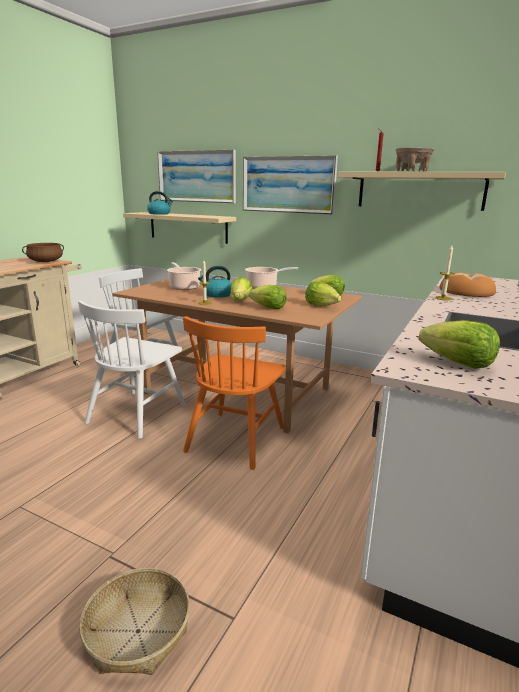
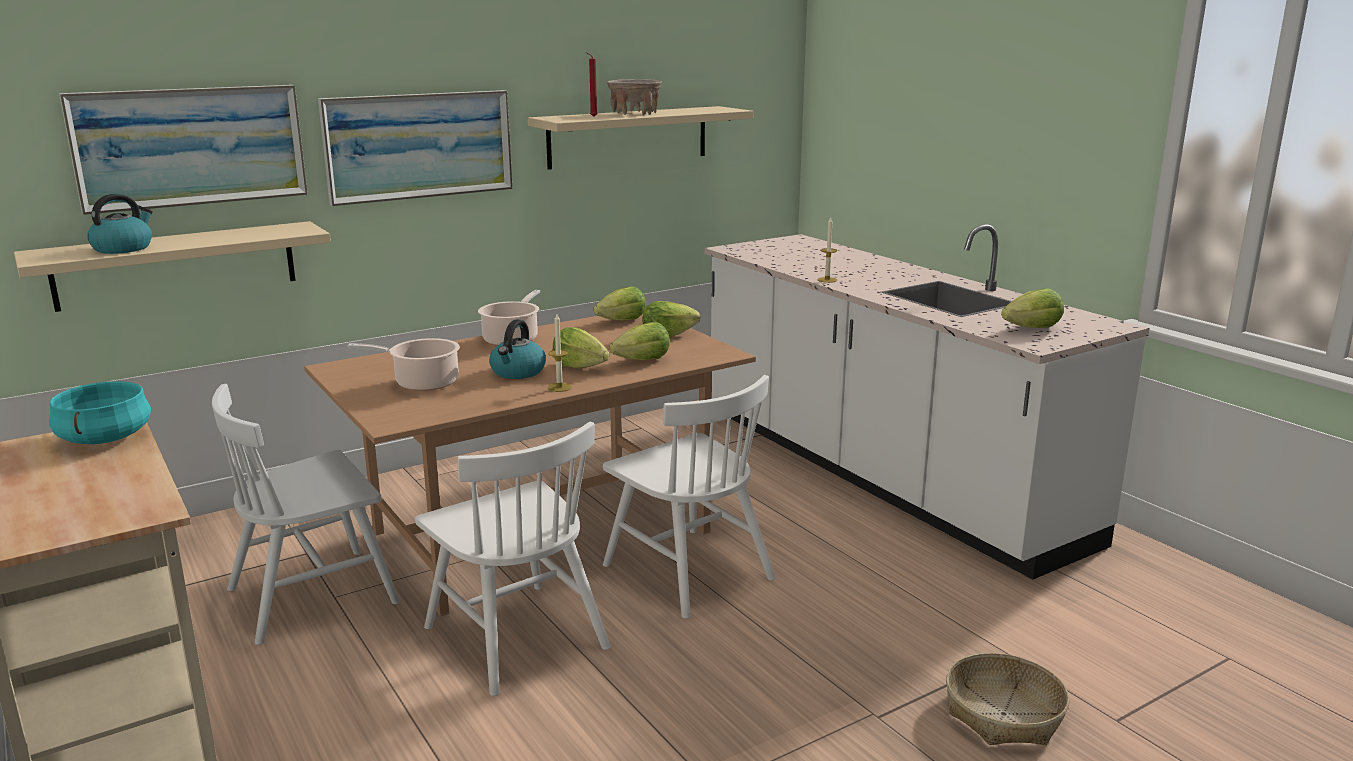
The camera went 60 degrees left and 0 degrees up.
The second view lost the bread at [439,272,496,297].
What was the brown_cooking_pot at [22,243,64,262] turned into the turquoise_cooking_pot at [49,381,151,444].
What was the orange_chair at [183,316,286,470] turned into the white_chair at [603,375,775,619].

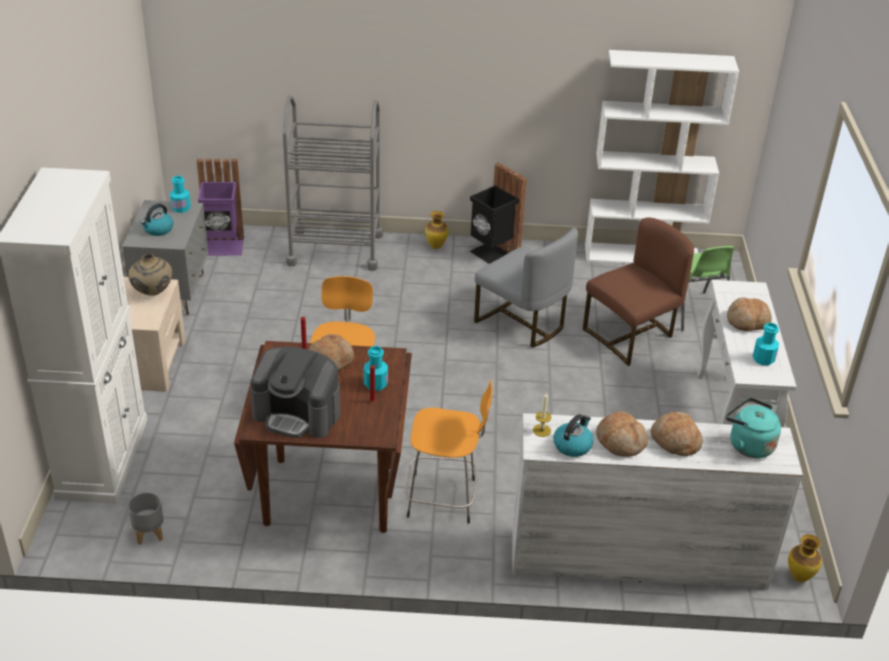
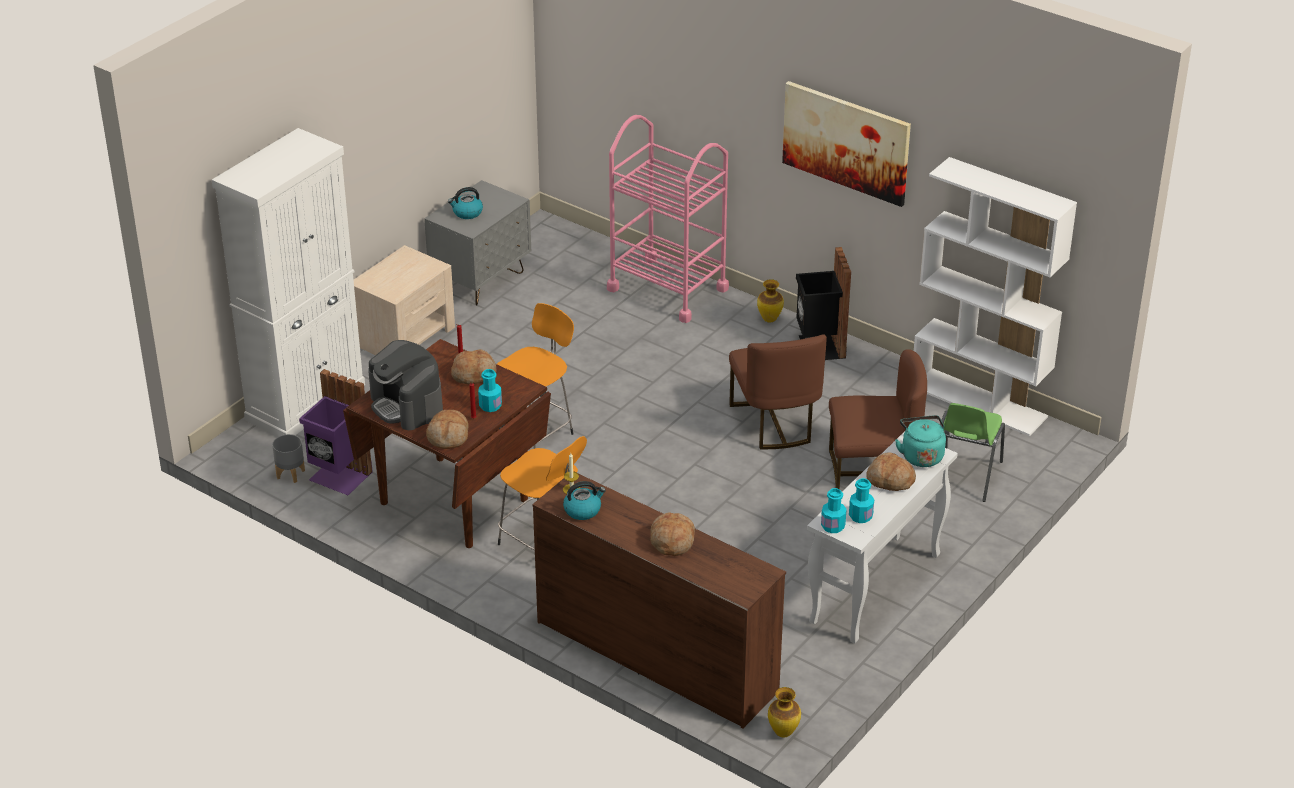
The camera went 35 degrees right and 0 degrees up.
The second view lost the beige_vase at [128,254,172,296].
The second view gained the picture at [782,81,911,207].
The turquoise_bottle ended up elsewhere, having gone from [170,176,191,213] to [821,488,847,533].
The purple_trash_can ended up elsewhere, having gone from [197,159,244,256] to [299,369,373,495].
The bread ended up elsewhere, having gone from [596,411,648,457] to [426,410,469,449].
The turquoise_kettle ended up elsewhere, having gone from [726,398,781,458] to [895,415,946,467].
What was the grey_cart at [283,96,383,271] turned into the pink_cart at [607,115,729,323].
What was the grey_chair at [474,228,578,348] turned into the brown_chair at [729,334,827,449].
What was the white_dresser at [513,413,803,590] turned into the brown_dresser at [532,471,786,729].

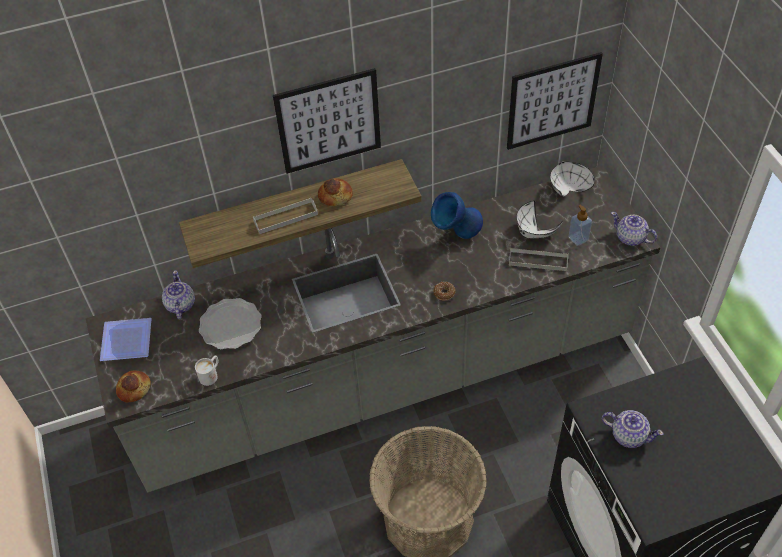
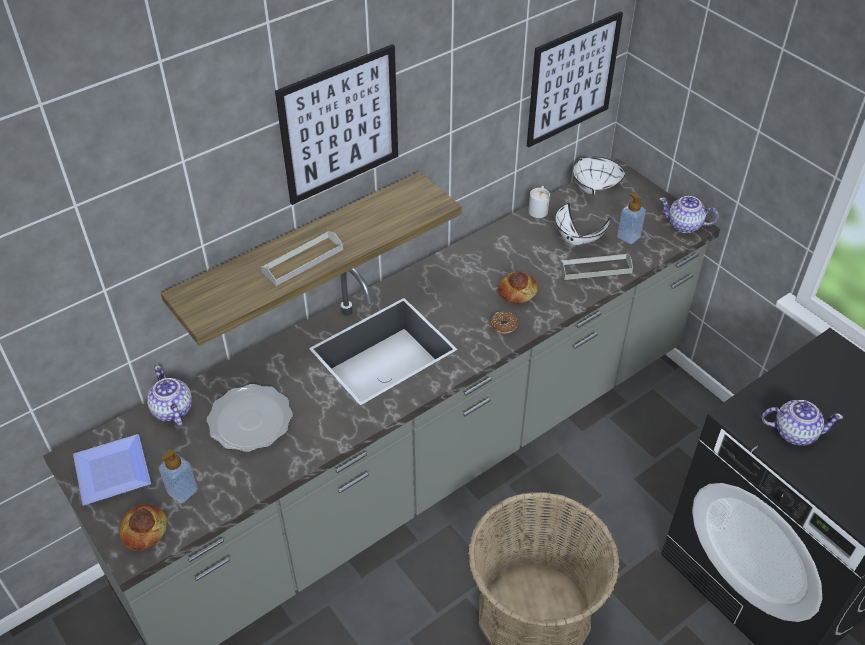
The camera went 20 degrees left and 5 degrees down.
The second view lost the blue_vase at [431,192,483,239].
The second view gained the soap_dispenser at [159,450,198,503].
The white_mug ended up elsewhere, having gone from [195,355,218,386] to [528,186,550,218].
The bread ended up elsewhere, having gone from [318,178,353,206] to [498,271,538,303].

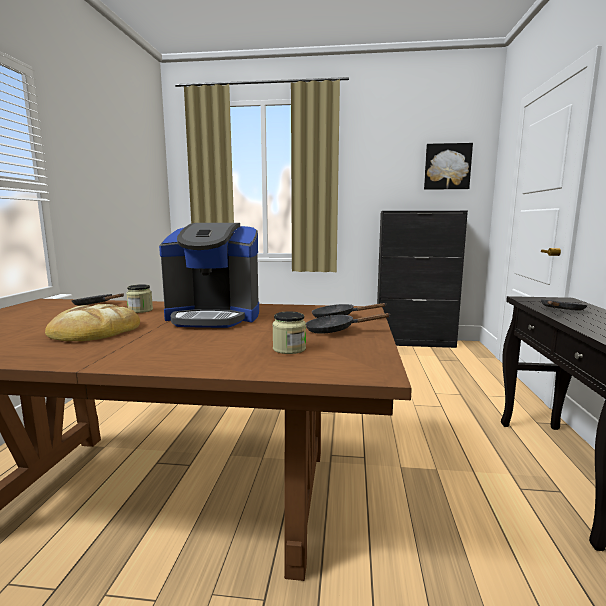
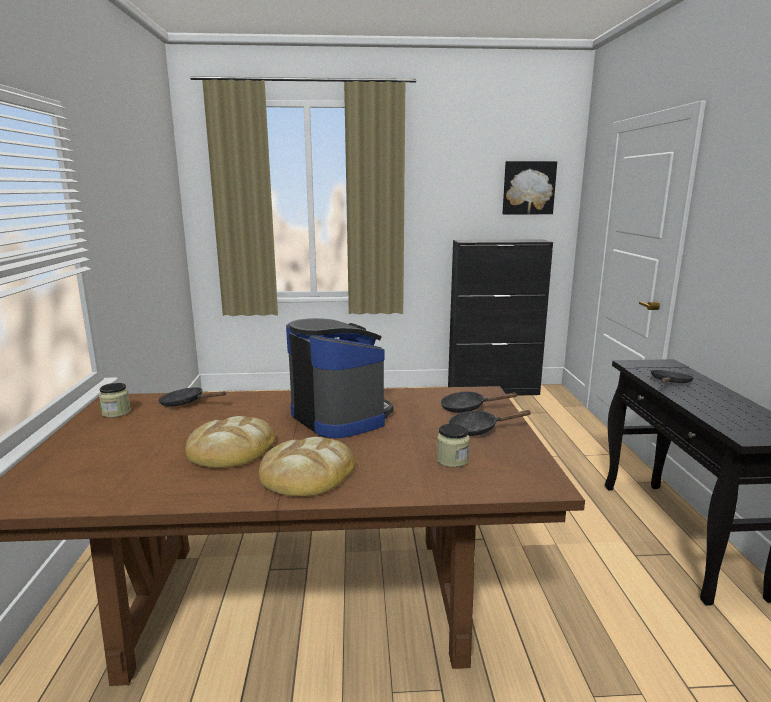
The camera went 10 degrees left and 5 degrees up.
The second view gained the bread at [259,437,355,497].
The jar ended up elsewhere, having gone from [126,284,153,313] to [99,383,131,418].
The coffee_machine at [159,223,259,328] ended up facing another way, 120 degrees counterclockwise from before.

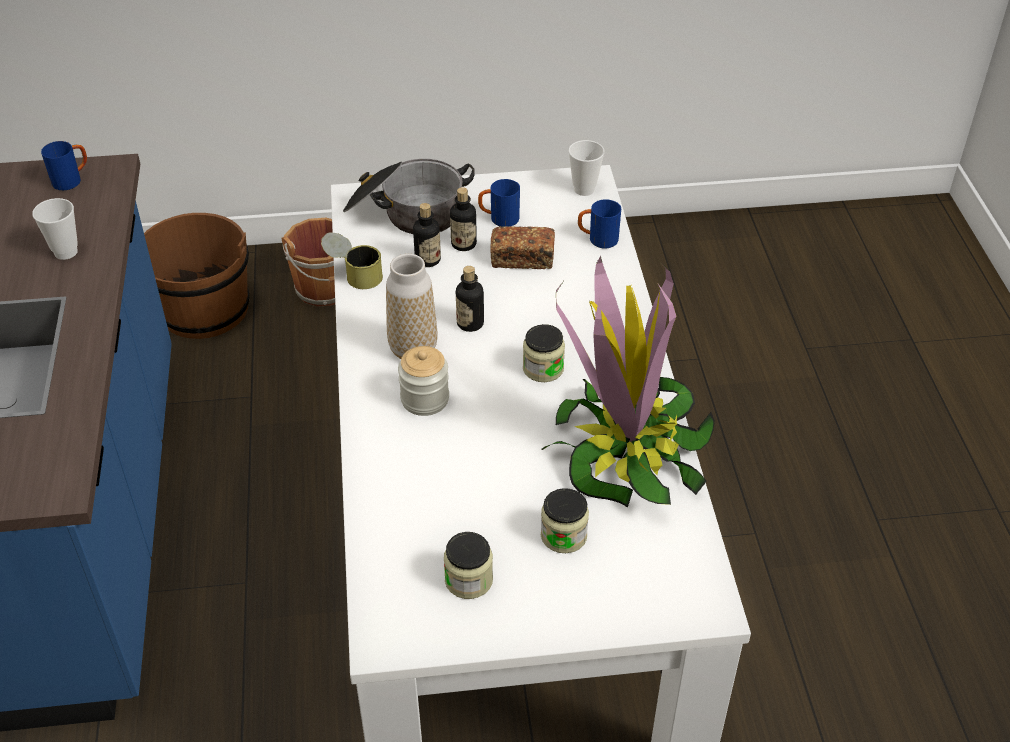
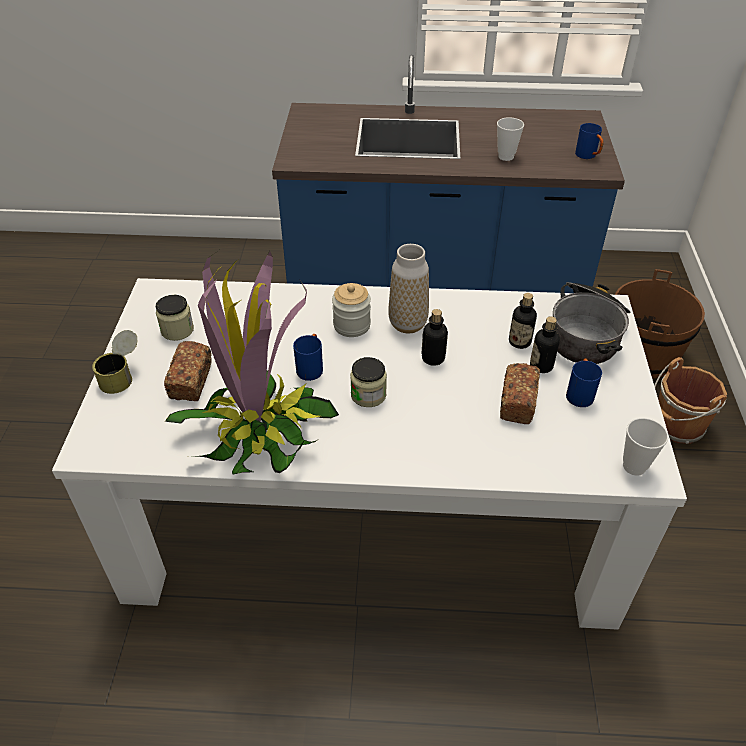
The camera went 100 degrees right and 0 degrees up.
The can ended up elsewhere, having gone from [321,232,383,289] to [92,330,138,394].
The blue_mug ended up elsewhere, having gone from [578,199,621,249] to [293,334,323,381].
Where the jar stood at [541,488,589,553], the bread came to stand at [164,341,212,401].

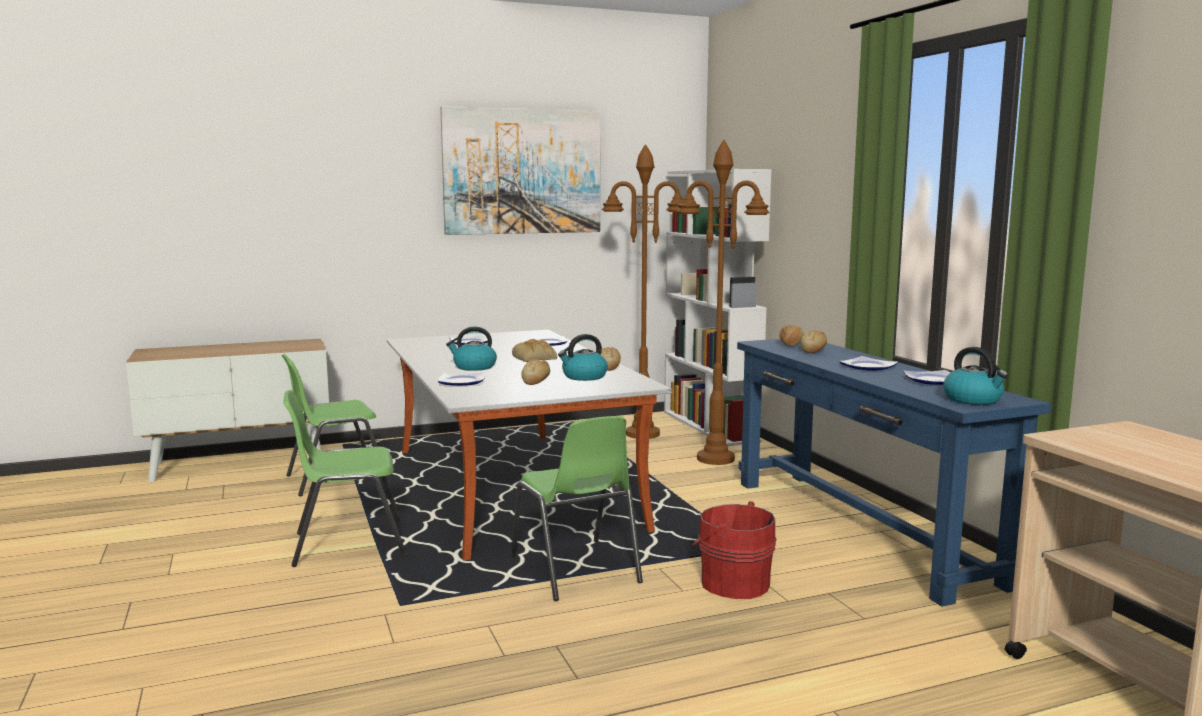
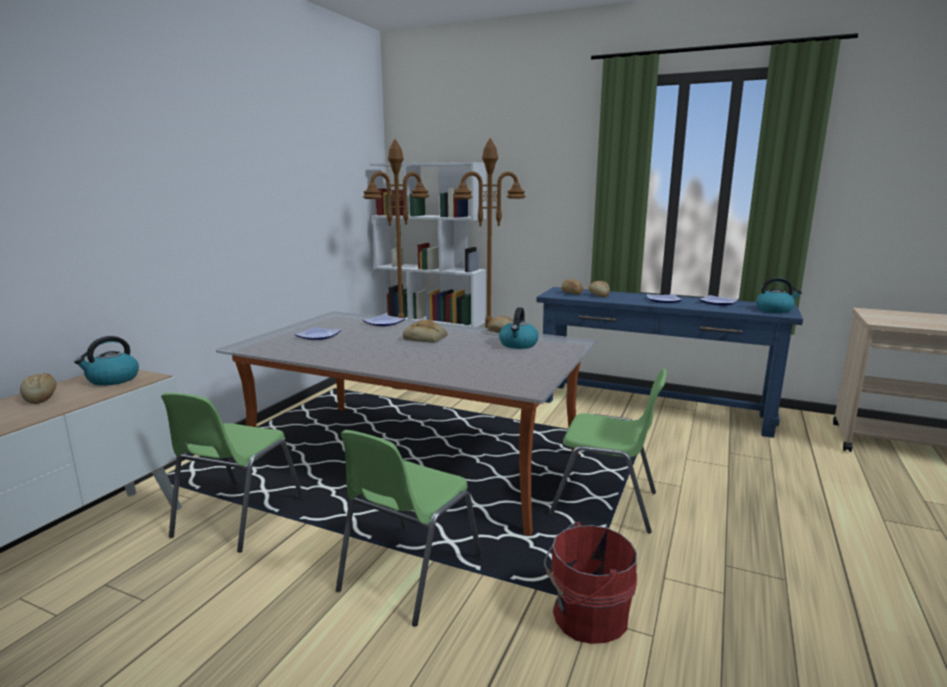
The camera went 45 degrees left and 5 degrees up.
The second view lost the plate at [438,372,485,386].
The second view lost the picture at [440,106,600,235].
The kettle ended up elsewhere, having gone from [446,327,497,371] to [74,336,139,386].
The bread ended up elsewhere, having gone from [521,360,550,385] to [20,373,57,404].
The red_bucket ended up elsewhere, having gone from [692,501,777,599] to [544,522,637,644].

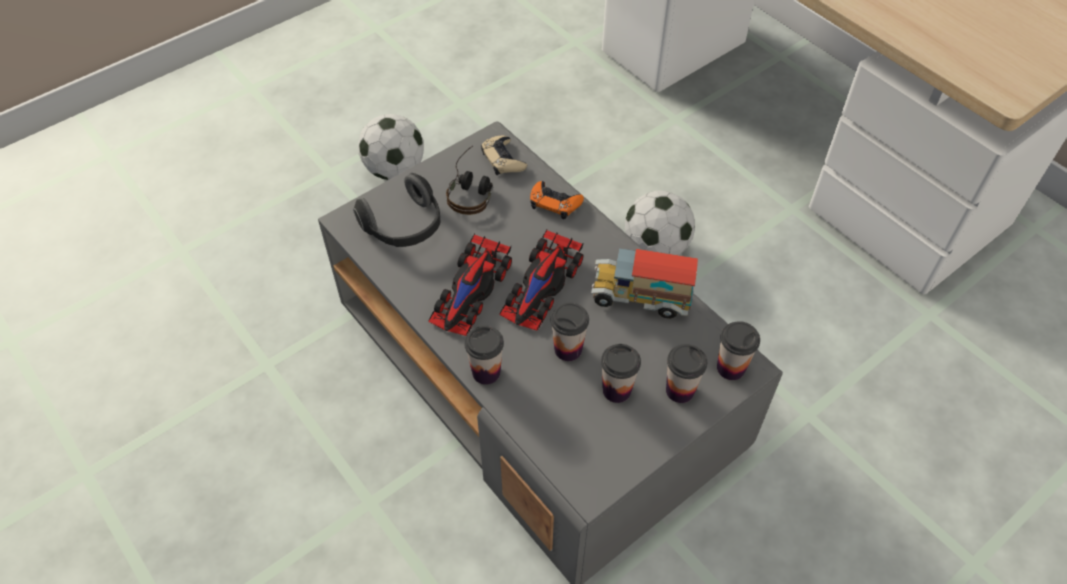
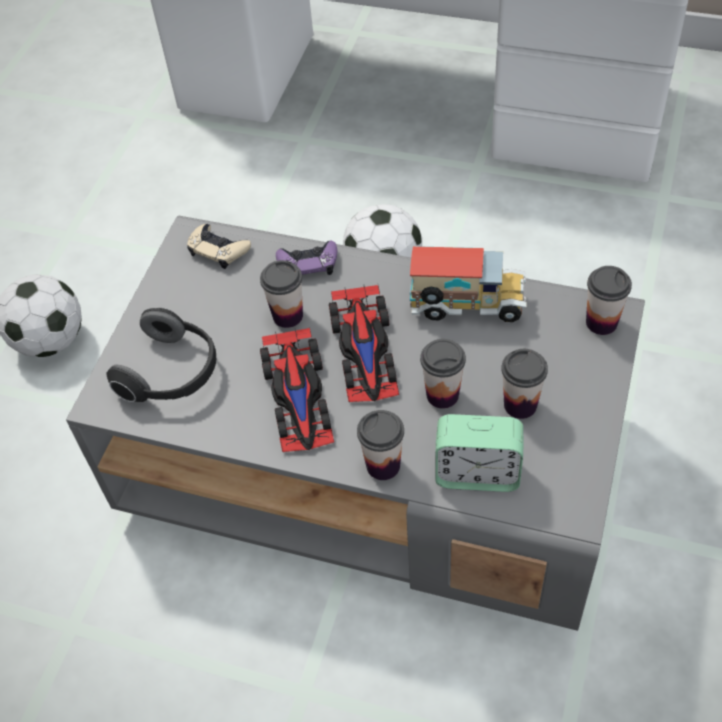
The camera went 30 degrees left and 0 degrees up.
The second view lost the headphones at [446,146,493,215].
The second view gained the alarm_clock at [435,414,524,492].
The cup ended up elsewhere, having gone from [666,344,707,403] to [260,260,303,328].
What was the orange_game_controller at [530,181,584,219] turned into the purple_game_controller at [276,240,337,275].
The toy_truck at [591,248,698,319] ended up facing another way, 150 degrees counterclockwise from before.

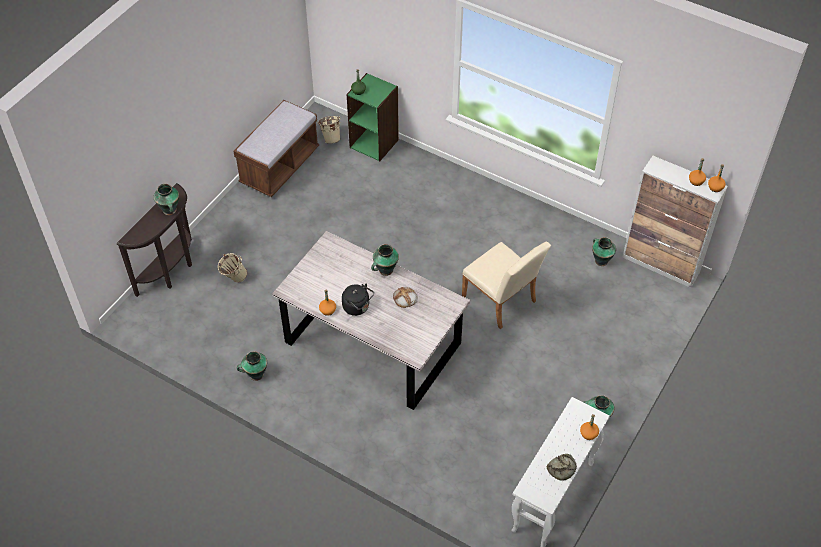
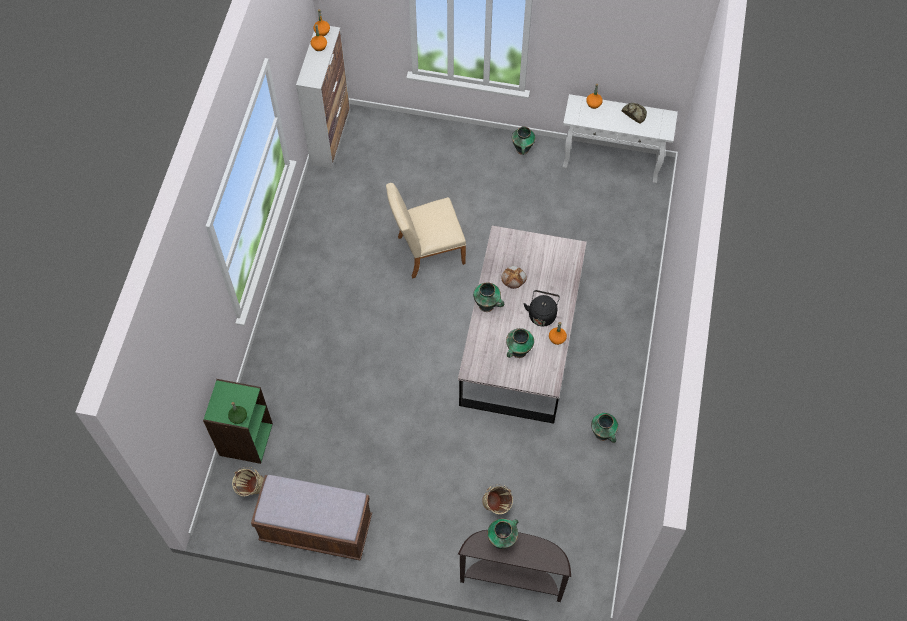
The camera went 110 degrees left and 10 degrees up.
The vase ended up elsewhere, having gone from [592,237,616,266] to [506,328,534,358].
The beige_chair at [462,241,551,329] ended up facing another way, 135 degrees counterclockwise from before.

